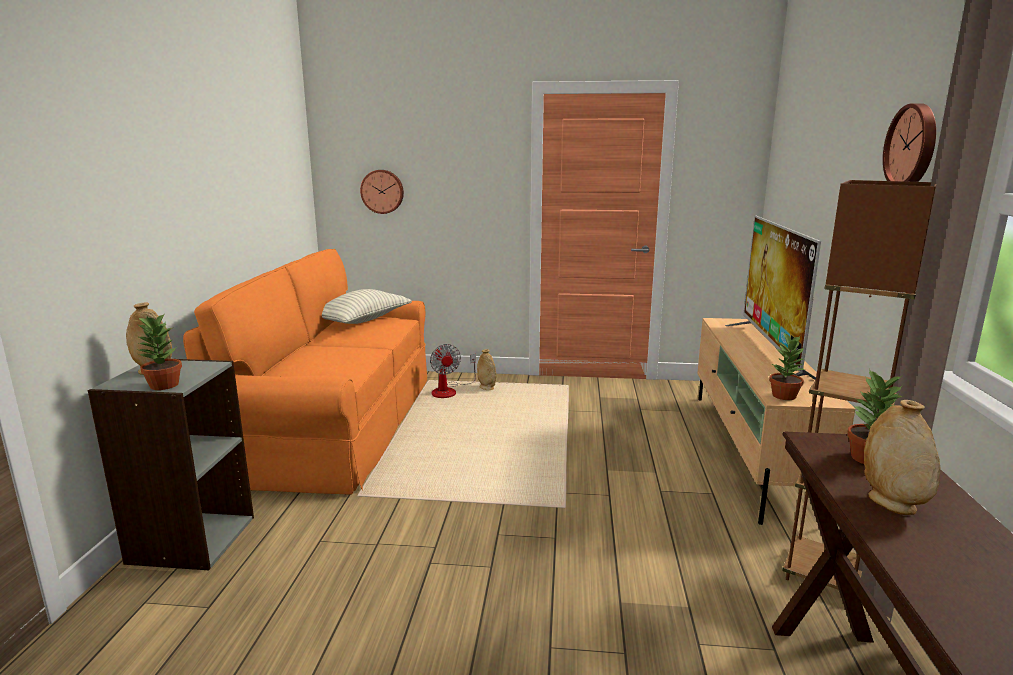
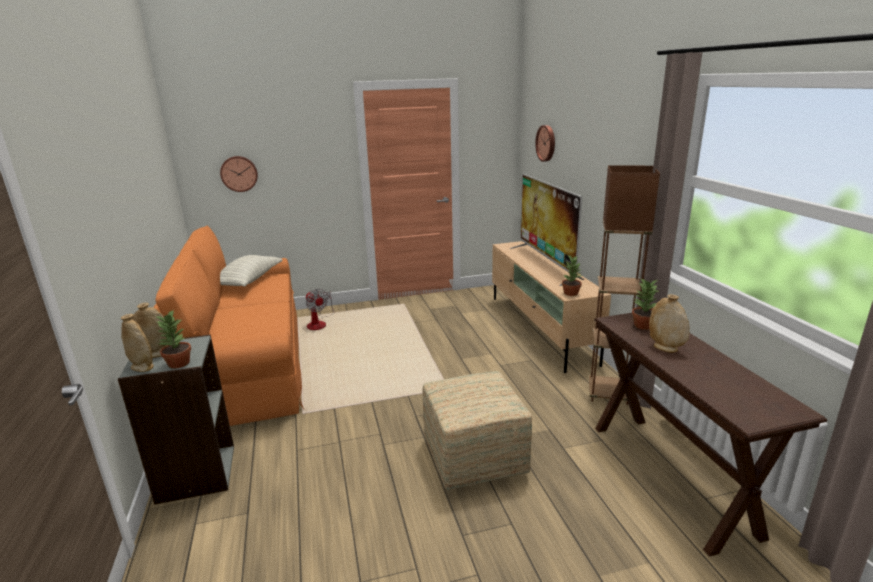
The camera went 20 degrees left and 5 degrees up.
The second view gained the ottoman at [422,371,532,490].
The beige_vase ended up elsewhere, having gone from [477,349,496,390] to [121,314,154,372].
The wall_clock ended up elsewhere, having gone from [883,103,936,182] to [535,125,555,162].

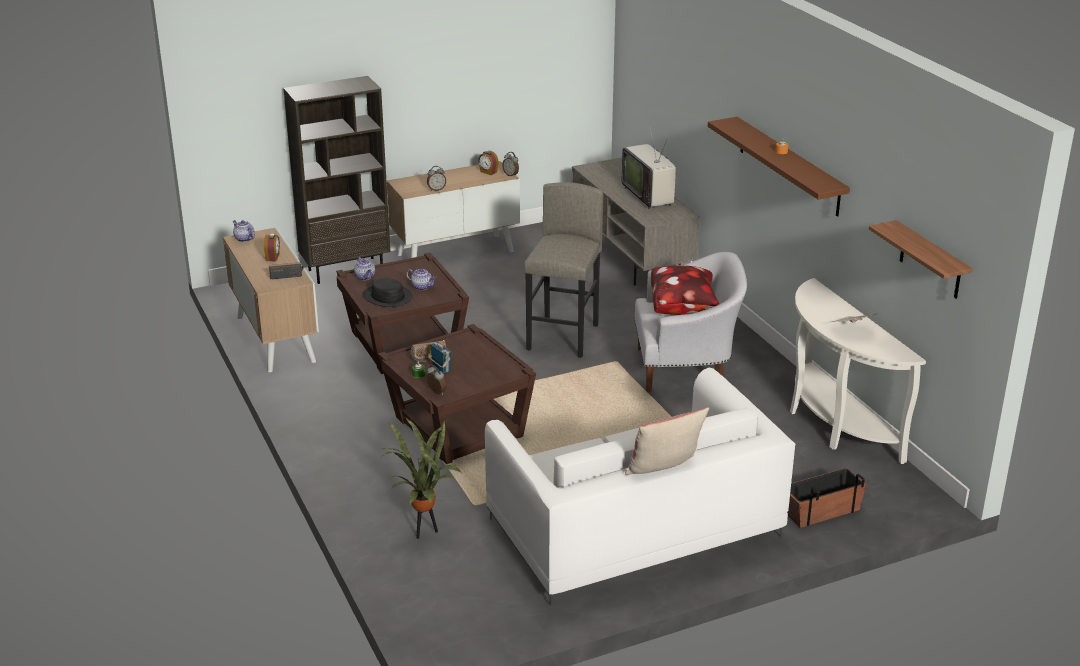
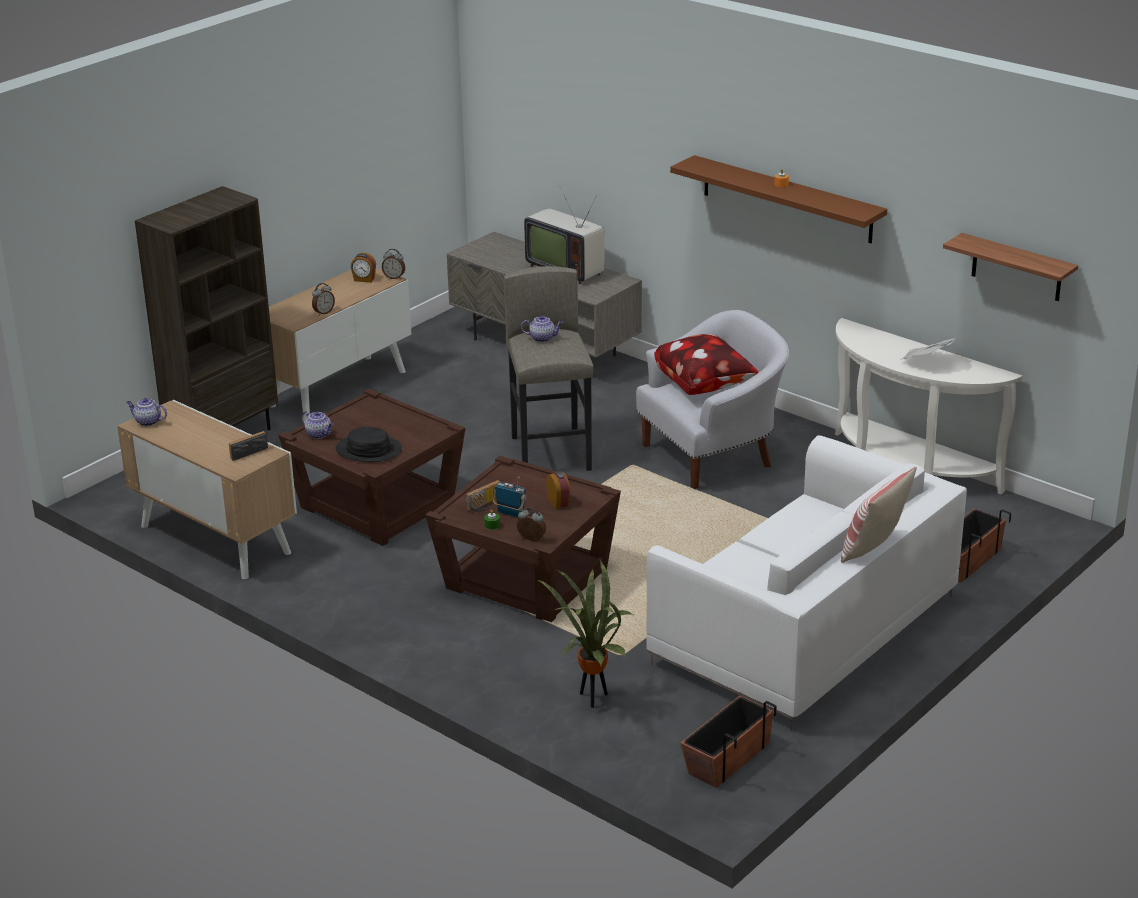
The camera went 25 degrees left and 0 degrees up.
The second view gained the planter at [680,695,776,788].
The alarm_clock ended up elsewhere, having gone from [264,234,280,261] to [546,471,570,509].
The teapot ended up elsewhere, having gone from [406,268,436,290] to [521,316,563,342].

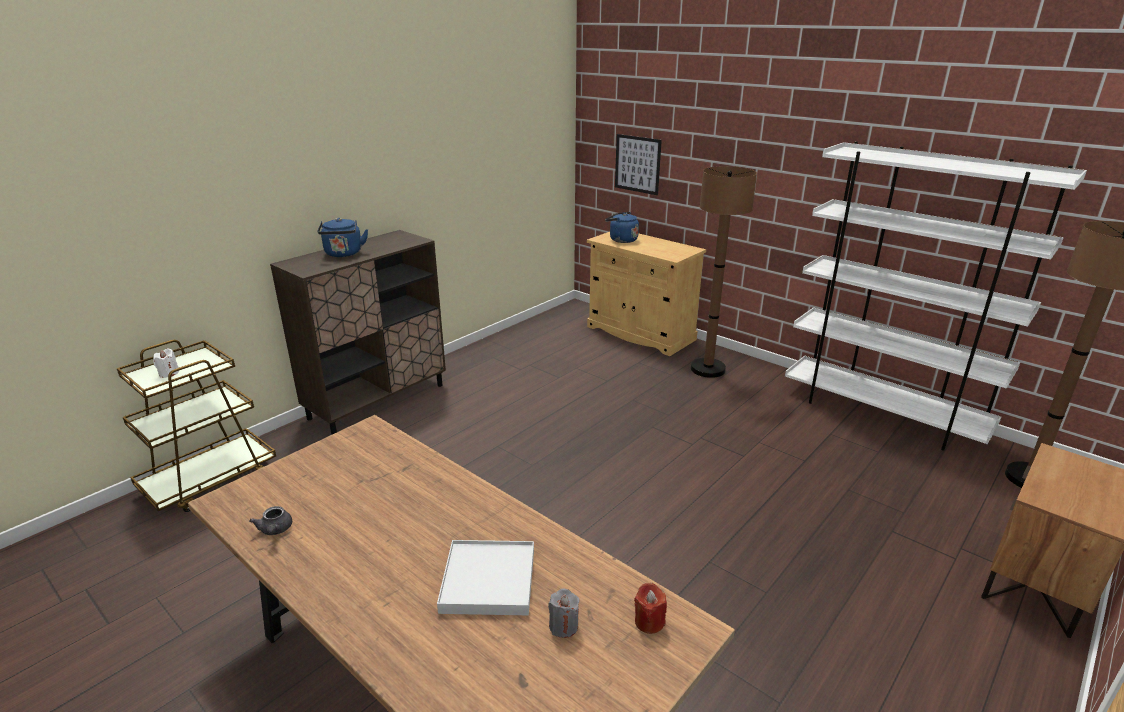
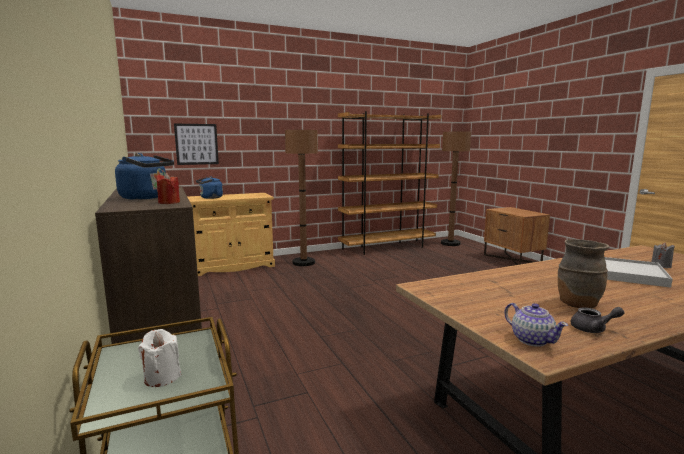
The camera went 65 degrees left and 15 degrees down.
The second view gained the teapot at [504,303,568,347].
The second view gained the brown_vase at [558,239,609,308].
The red_candle ended up elsewhere, having gone from [634,583,667,634] to [156,173,180,204].
What was the white_bookcase at [785,141,1087,451] turned into the brown_bookcase at [338,111,442,255].

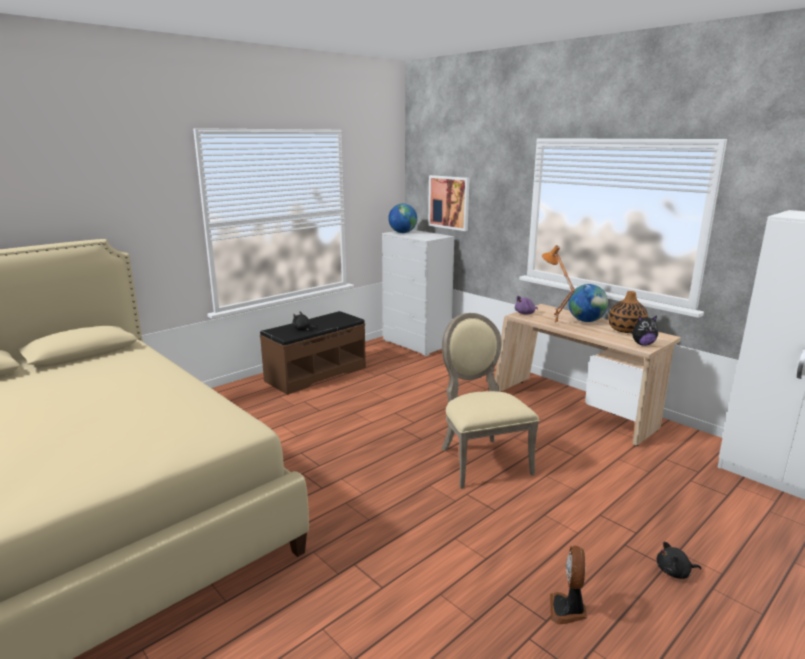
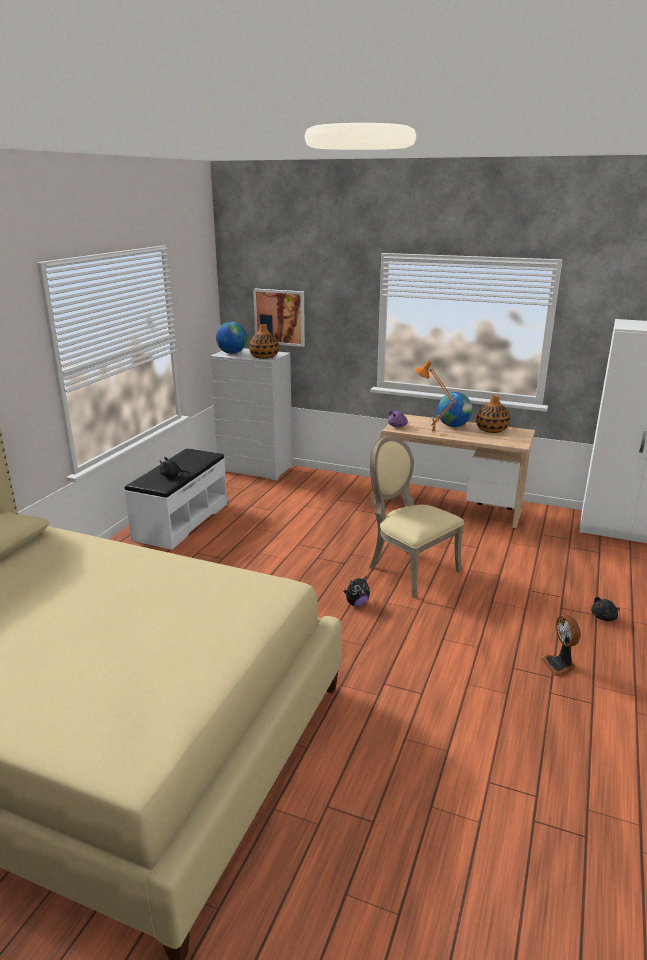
The camera went 25 degrees left and 5 degrees up.
The second view gained the vase at [249,324,279,359].
The plush_toy ended up elsewhere, having gone from [631,316,658,346] to [344,576,370,606].
What was the brown_bench at [260,311,366,395] turned into the white_bench at [124,448,227,550].

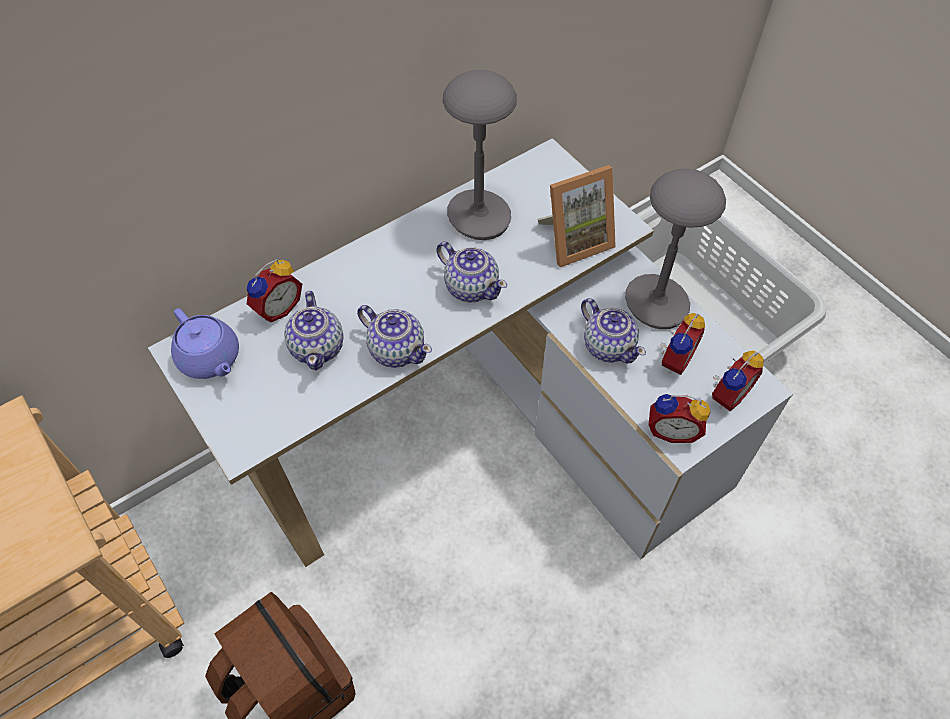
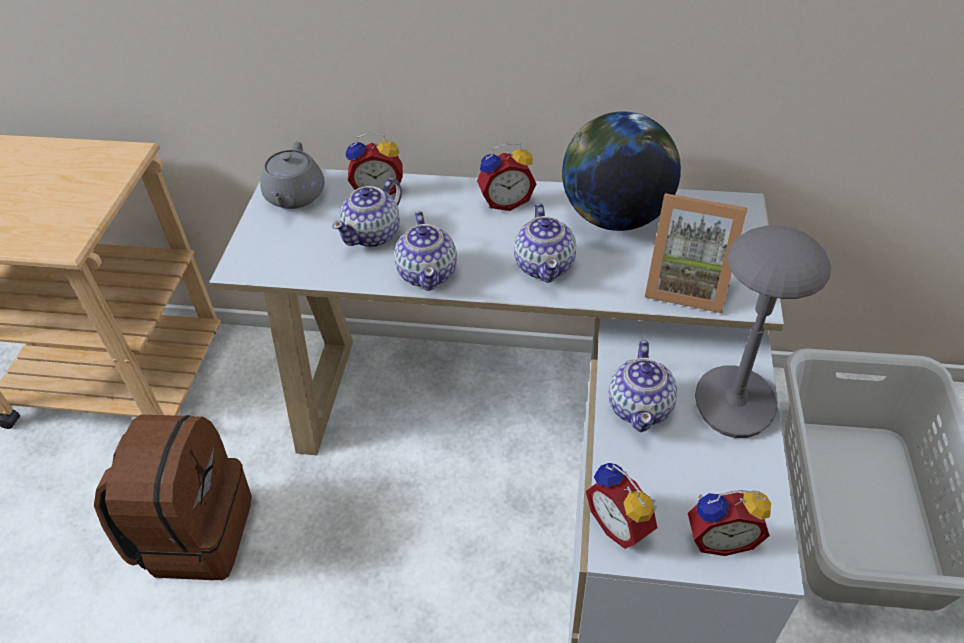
The camera went 45 degrees right and 10 degrees down.
The alarm_clock ended up elsewhere, having gone from [660,313,705,375] to [477,143,536,211].
Where the grey_table_lamp stood at [443,70,517,240], the globe came to stand at [562,111,681,231].
What was the purple_teapot at [171,308,239,379] turned into the grey_teapot at [260,142,325,209].

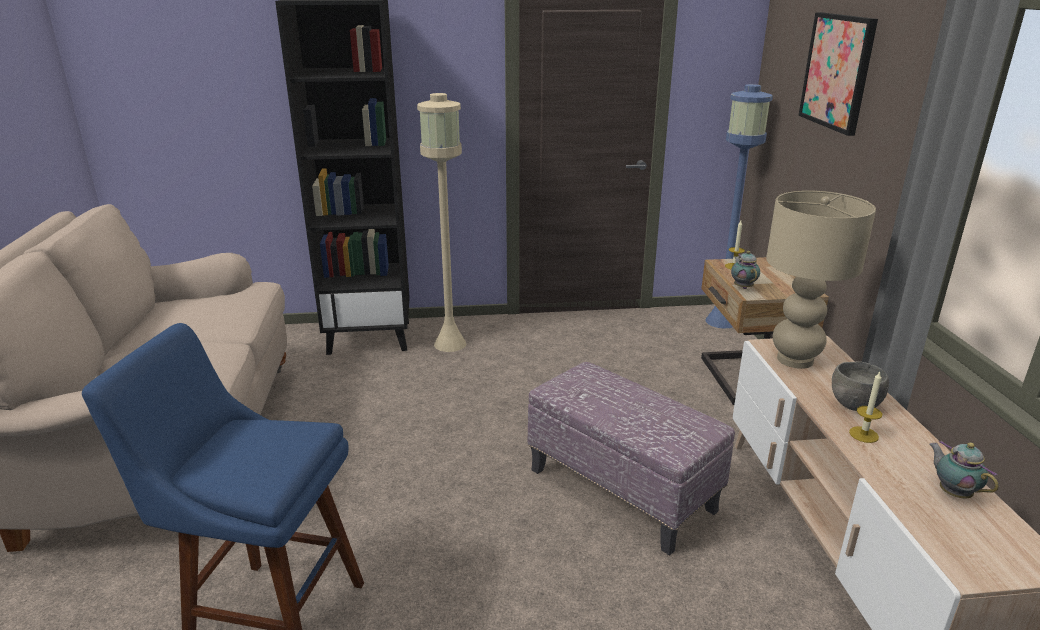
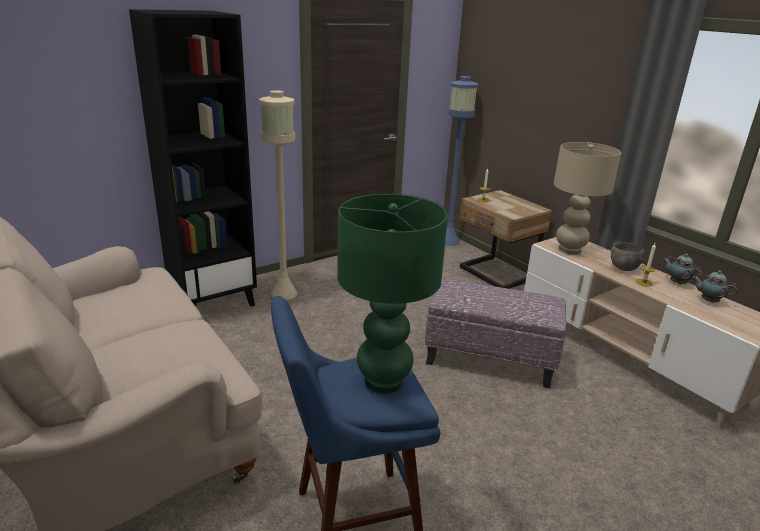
The camera went 30 degrees left and 0 degrees up.
The second view lost the picture at [798,12,878,136].
The second view gained the green_table_lamp at [337,193,448,394].
The teapot ended up elsewhere, having gone from [731,251,760,289] to [664,254,702,285].

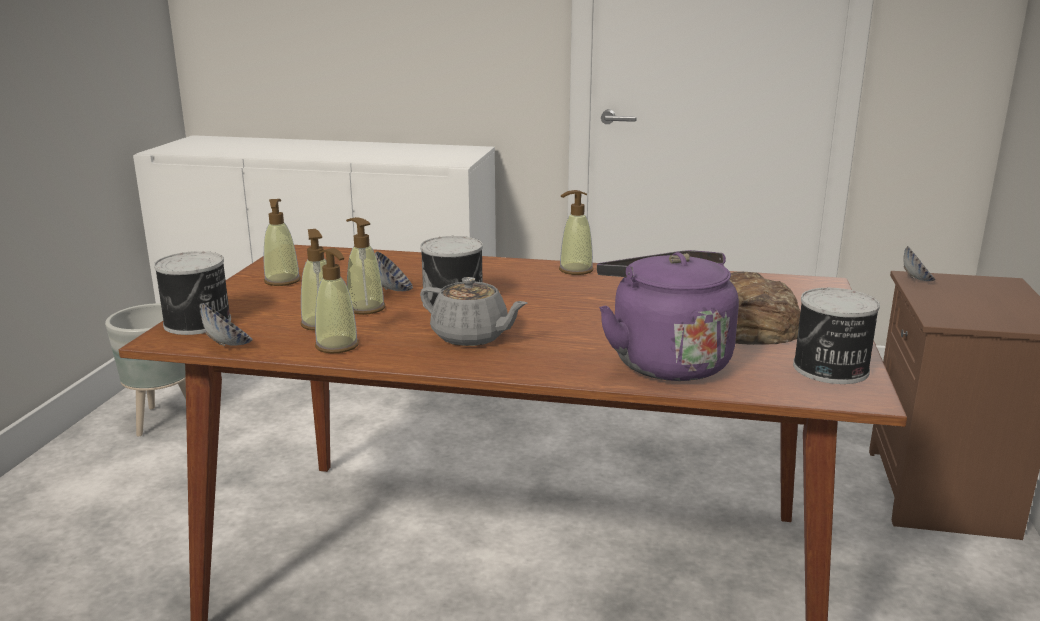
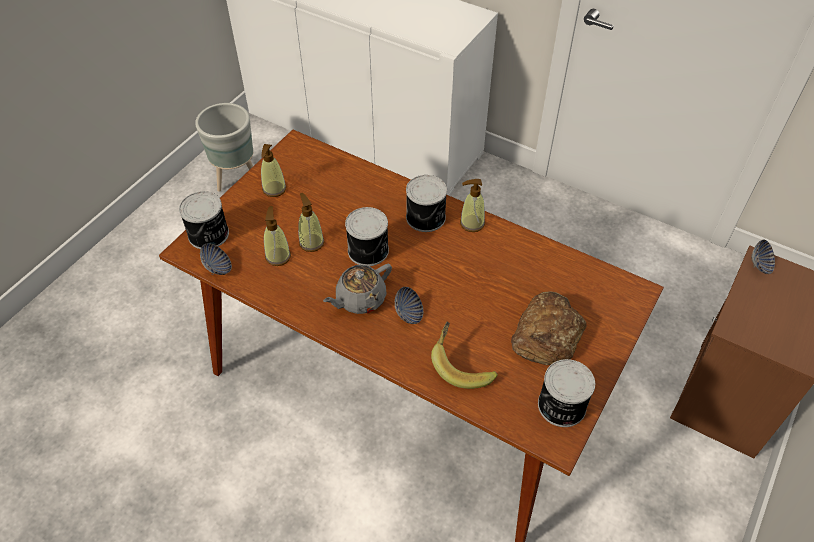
The camera went 20 degrees right and 30 degrees up.
The second view lost the soap_dispenser at [315,248,359,353].
The second view gained the can at [406,175,447,232].
The bowl ended up elsewhere, having gone from [375,252,413,291] to [395,287,423,324].
Where the purple_kettle stood at [597,250,739,381], the banana came to stand at [431,322,498,389].
The grey_teapot at [420,277,528,346] ended up facing another way, 90 degrees clockwise from before.

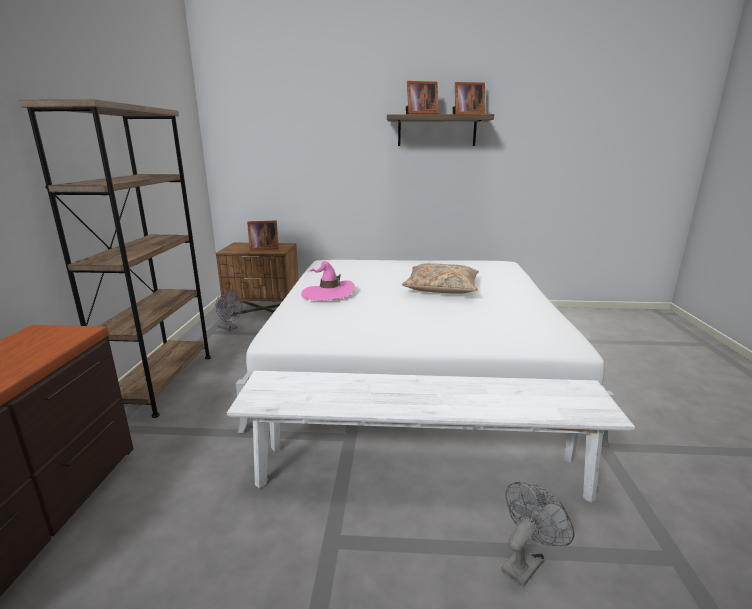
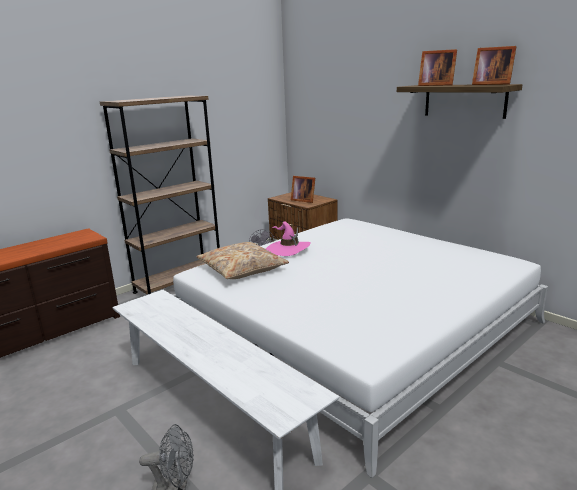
The camera went 45 degrees right and 0 degrees up.
The beige_pillow ended up elsewhere, having gone from [402,263,479,294] to [196,242,289,279].

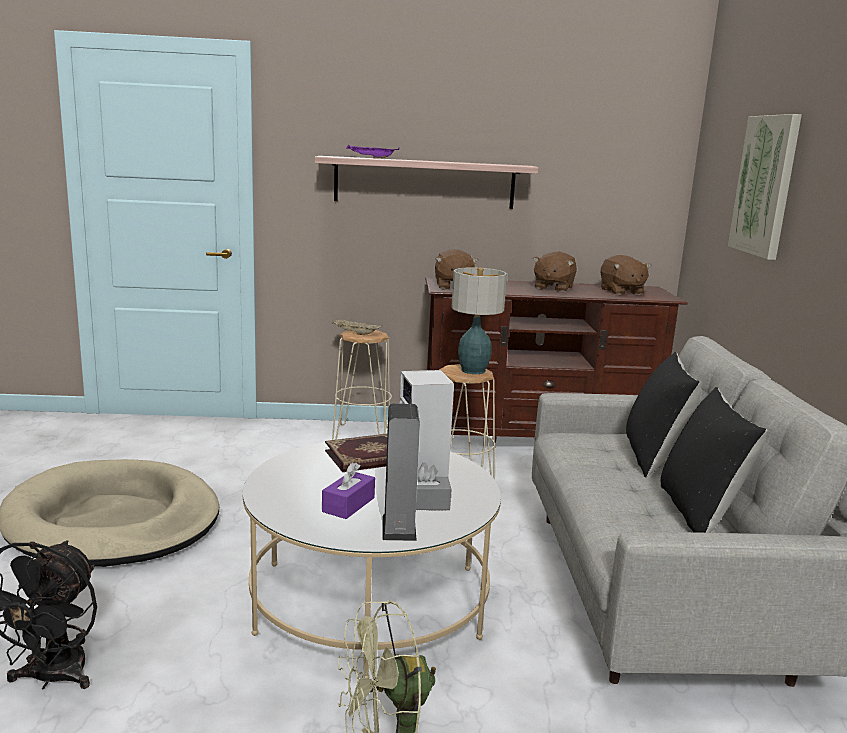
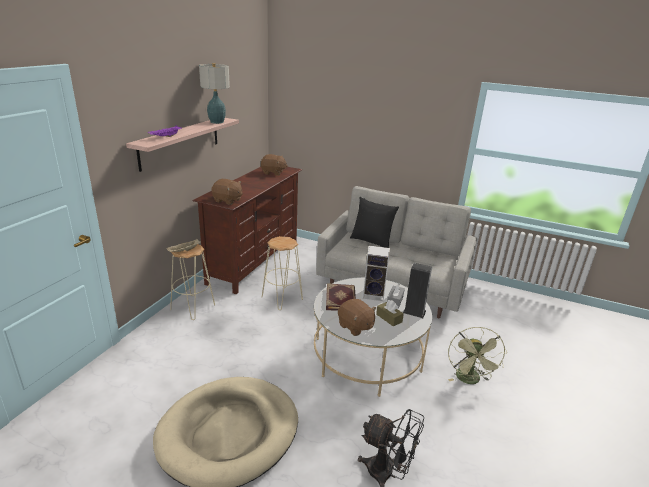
The camera went 65 degrees left and 10 degrees up.
The second view lost the black_pillow at [661,387,767,533].
The second view lost the picture at [728,114,802,260].
The table_lamp ended up elsewhere, having gone from [451,267,507,374] to [199,63,230,124].
The brown_plush_toy ended up elsewhere, having gone from [533,252,577,292] to [338,299,376,336].
What was the purple_tissue_box at [322,462,375,519] turned into the brown_tissue_box at [376,300,404,326].

